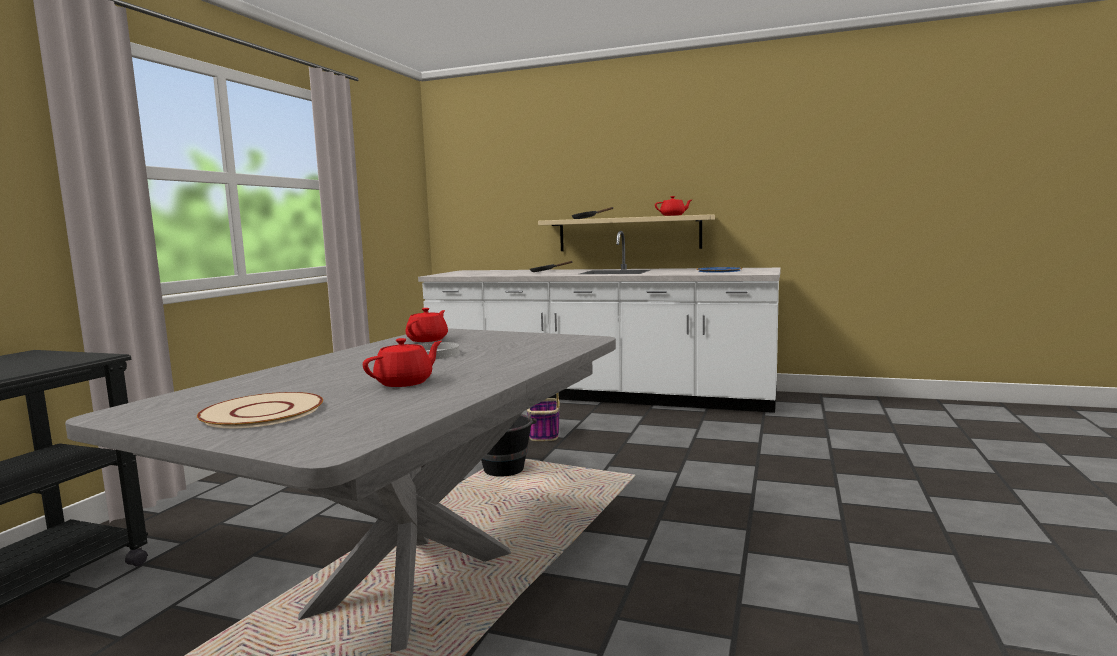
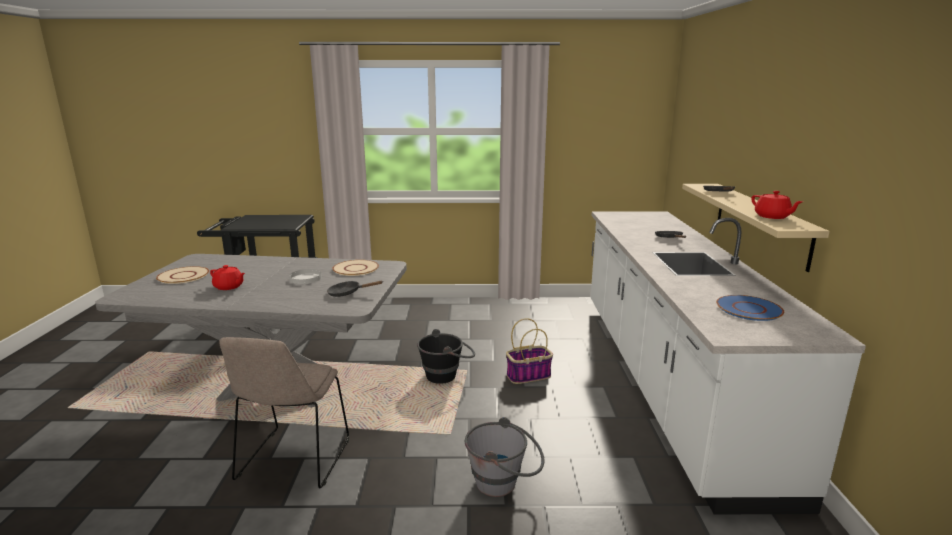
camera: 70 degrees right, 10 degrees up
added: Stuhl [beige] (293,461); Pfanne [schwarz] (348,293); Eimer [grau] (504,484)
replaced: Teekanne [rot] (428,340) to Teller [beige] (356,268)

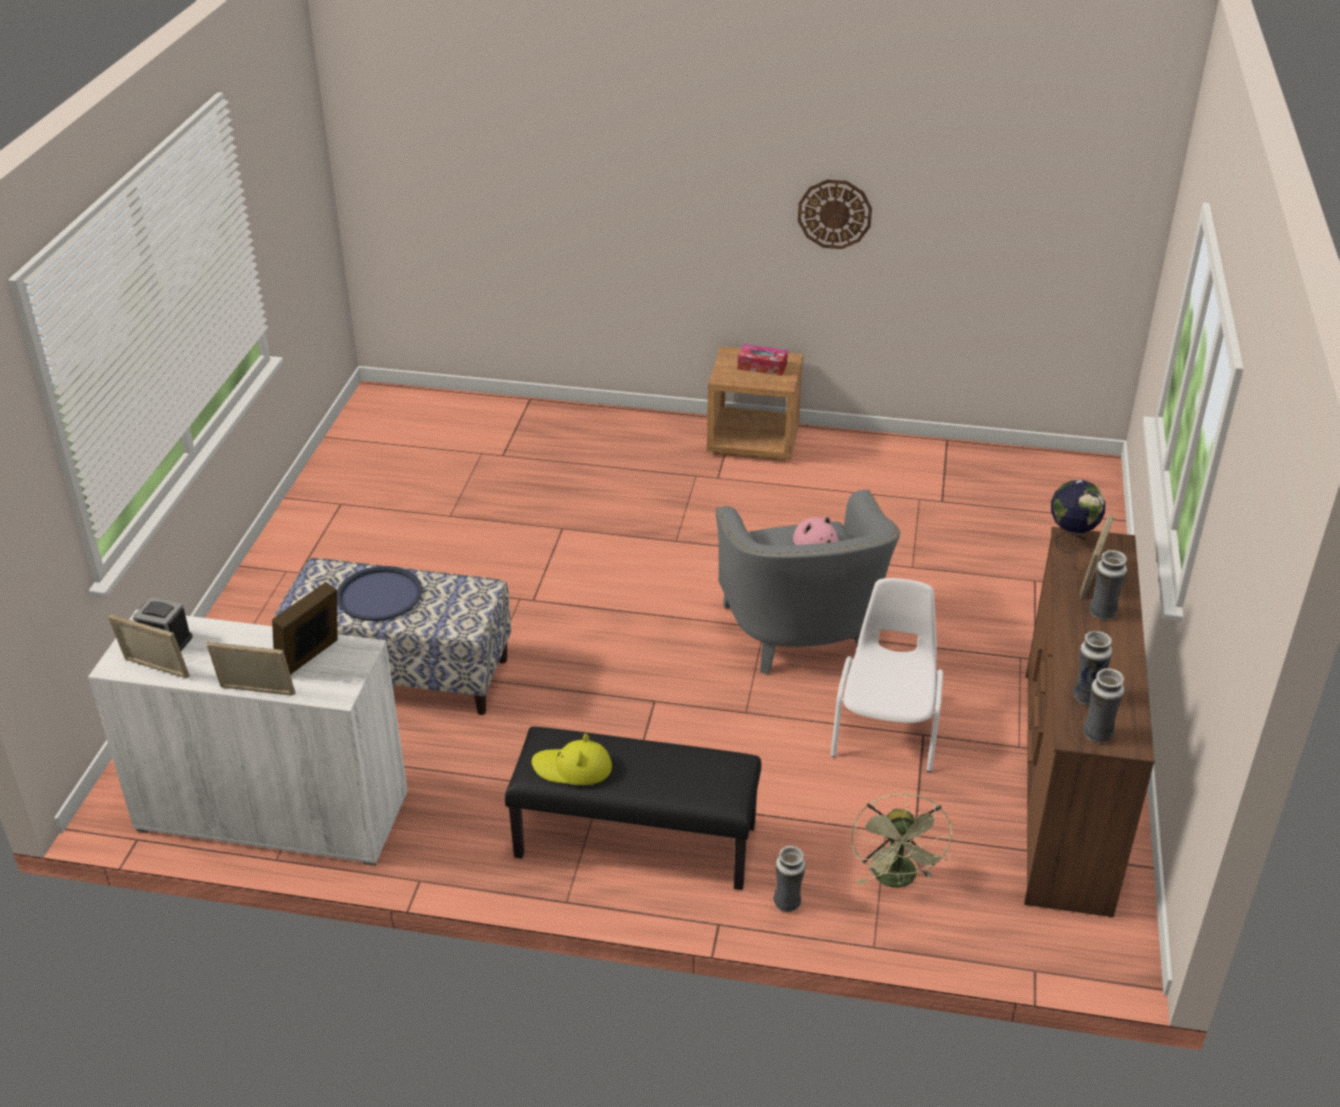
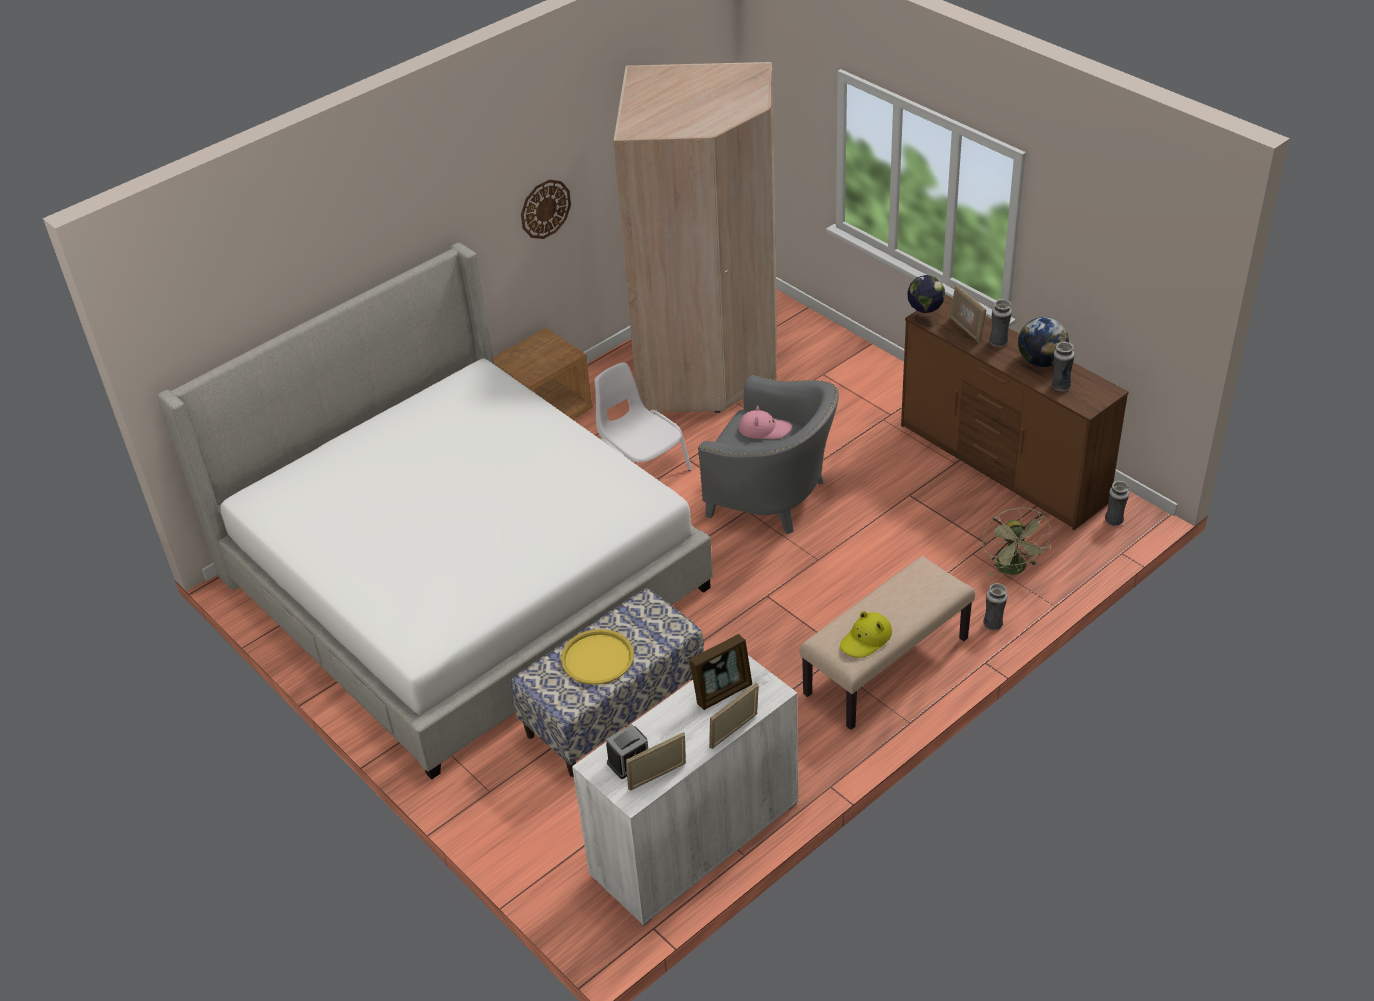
camera: 50 degrees left, 5 degrees up
removed: Taschentuchbox (762,366)
added: Bett (462,582); Kleiderschrank [beige] (706,369); Globus (1041,361)
moved: Stuhl [weiß] (887,728) to (641,467); Vase (1097,735) to (1114,521)
recoloured: Tablett [blau] (379,595) to Tablett [gelb] (597,658); Bank [schwarz] (634,843) to Bank [beige] (886,667)
turned: Bilderrahmen (310,658) = (722,692) 105 degrees counterclockwise; Ventilator [grün] (897,880) = (1014,569) 45 degrees clockwise

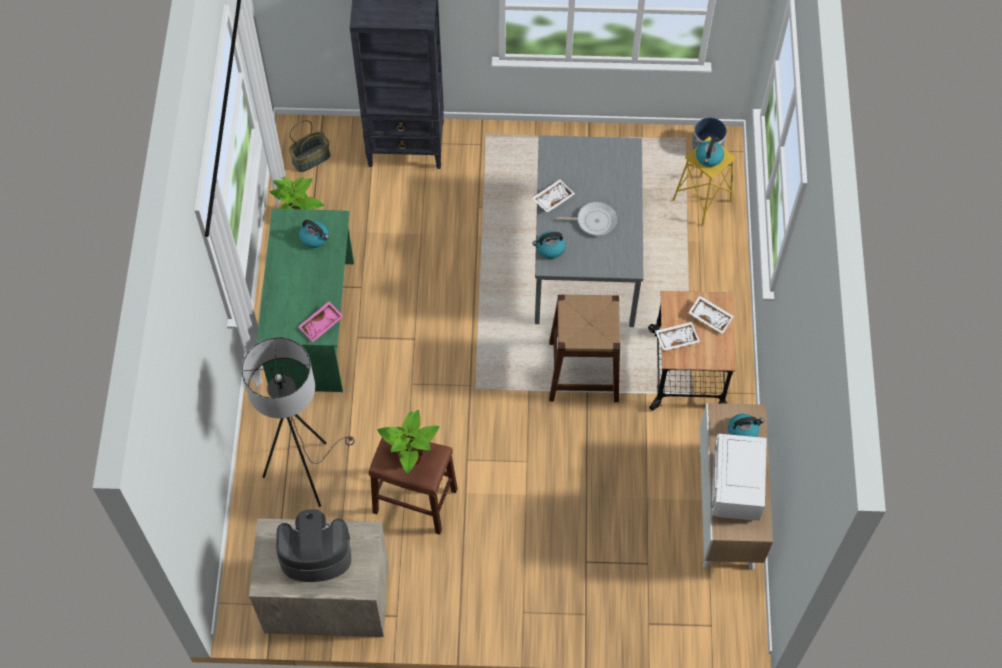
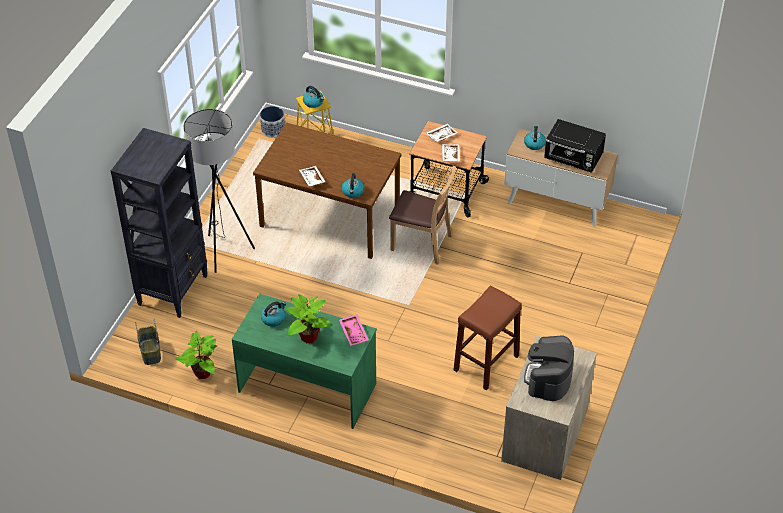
camera: 70 degrees left, 15 degrees down
removed: Pfanne (593,220)
moved: Stehlampe [grau] (305,470) to (223,250); Topfpflanze (411,456) to (308,337)
replaced: Hocker [braun] (583,371) to Stuhl [braun] (422,244)
recoloured: Esstisch [grau] (583,257) to Esstisch [braun] (329,218); Mikrowelle [weiß] (734,488) to Mikrowelle [schwarz] (573,159)

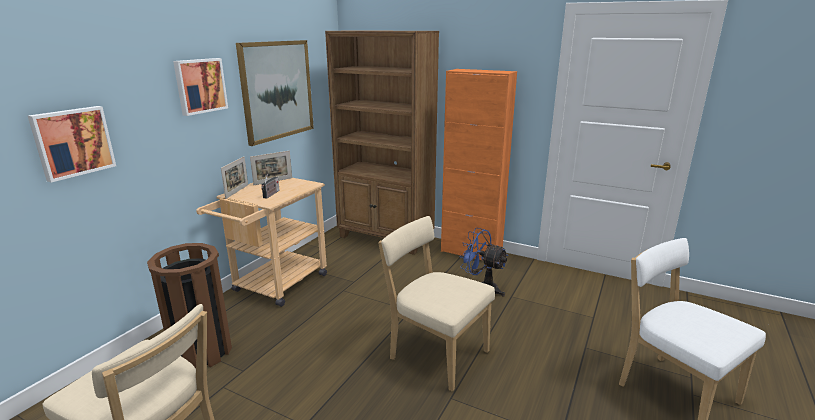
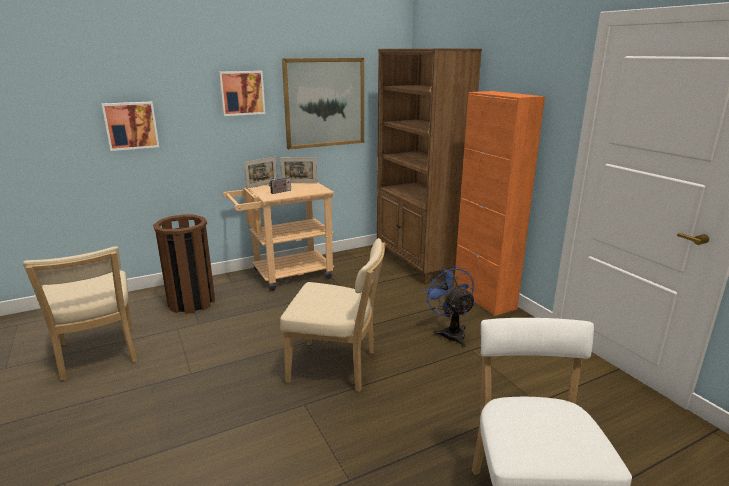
camera: 35 degrees right, 0 degrees up
turned: Stuhl [beige] (435,353) = (336,367) 120 degrees clockwise

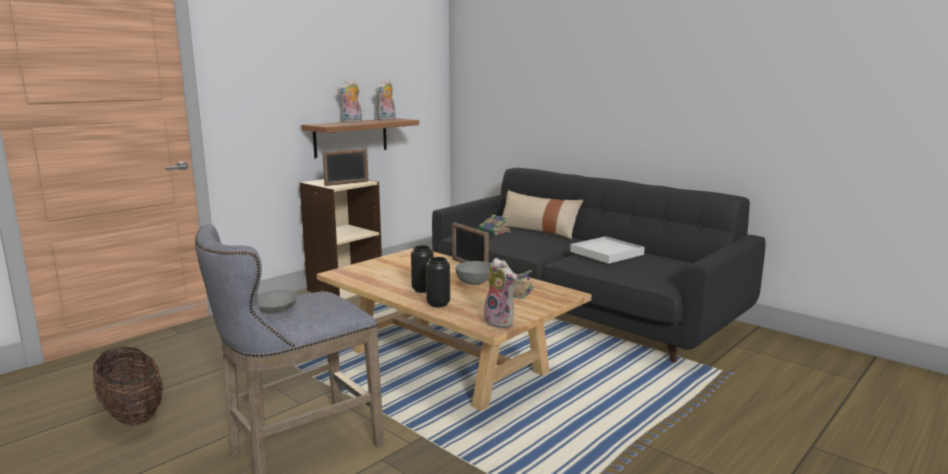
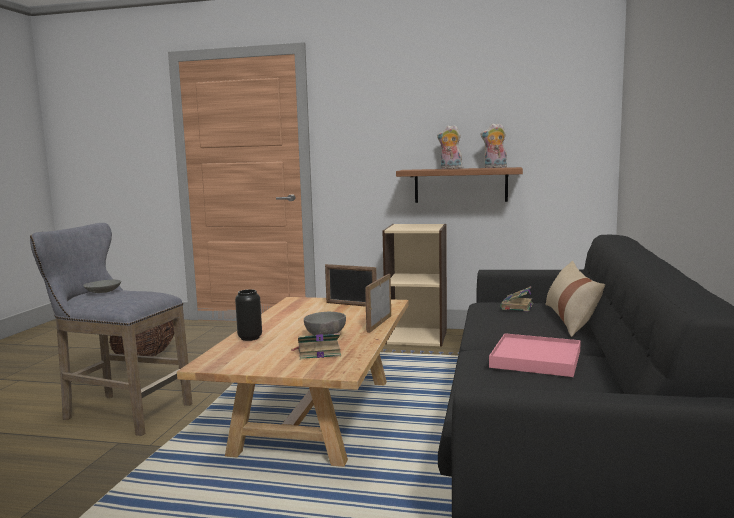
camera: 60 degrees right, 5 degrees down
removed: Vase [schwarz] (422,290); Plüschtier (501,322)
moved: Bilderrahmen (347,183) to (351,305)
recoloured: Tablett [weiß] (607,253) to Tablett [rosa] (536,359)

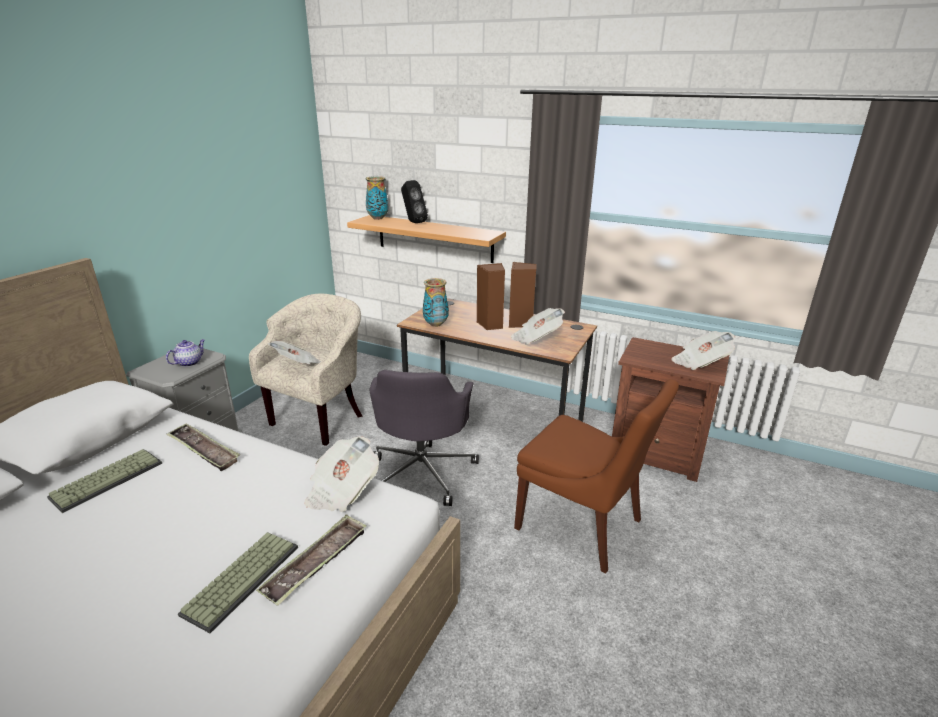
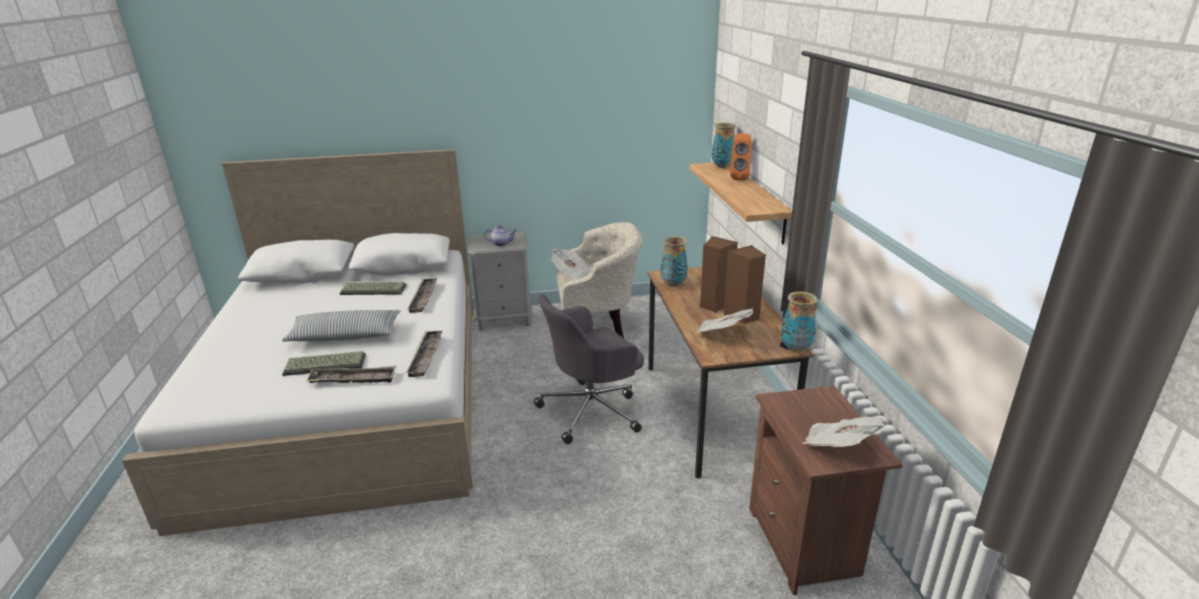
camera: 55 degrees right, 0 degrees up
removed: Stuhl [braun] (582,526)
added: Kissen (345,335); Vase (795,348)
replaced: Zeitung (341,490) to Tablett (426,356)
recoloured: Lautsprecher [schwarz] (413,222) to Lautsprecher [orange] (739,178)

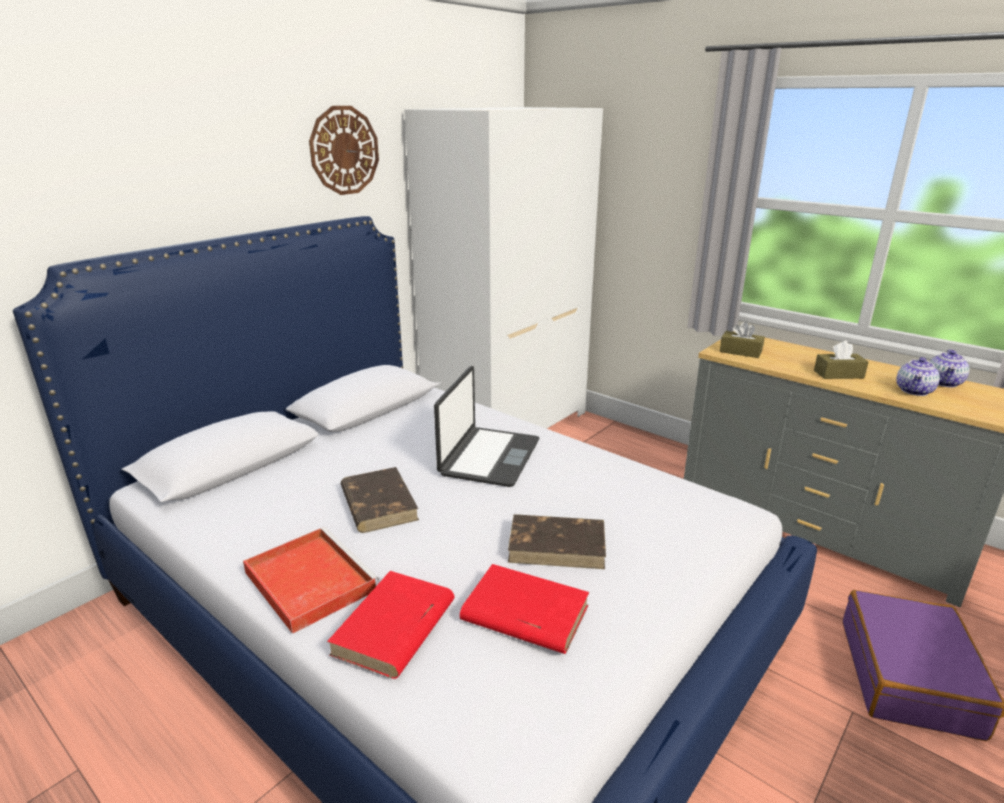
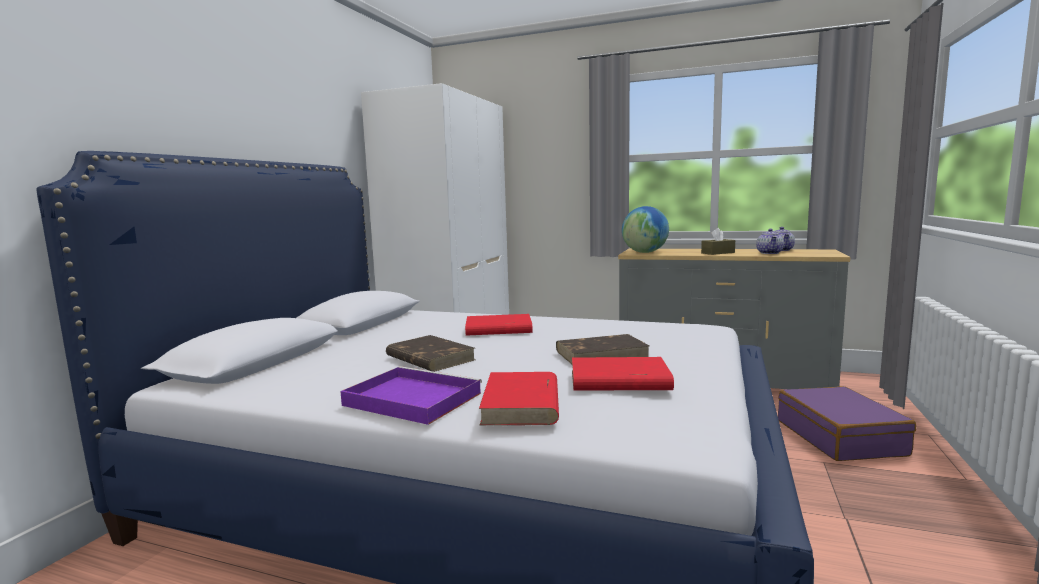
camera: 20 degrees left, 15 degrees down
removed: Wanduhr (344,150)
replaced: Laptop (488,457) to Buch [rot] (498,329); Taschentuchbox [braun] (740,352) to Globus (645,252)
recoloured: Tablett [rot] (308,580) to Tablett [lila] (410,399)

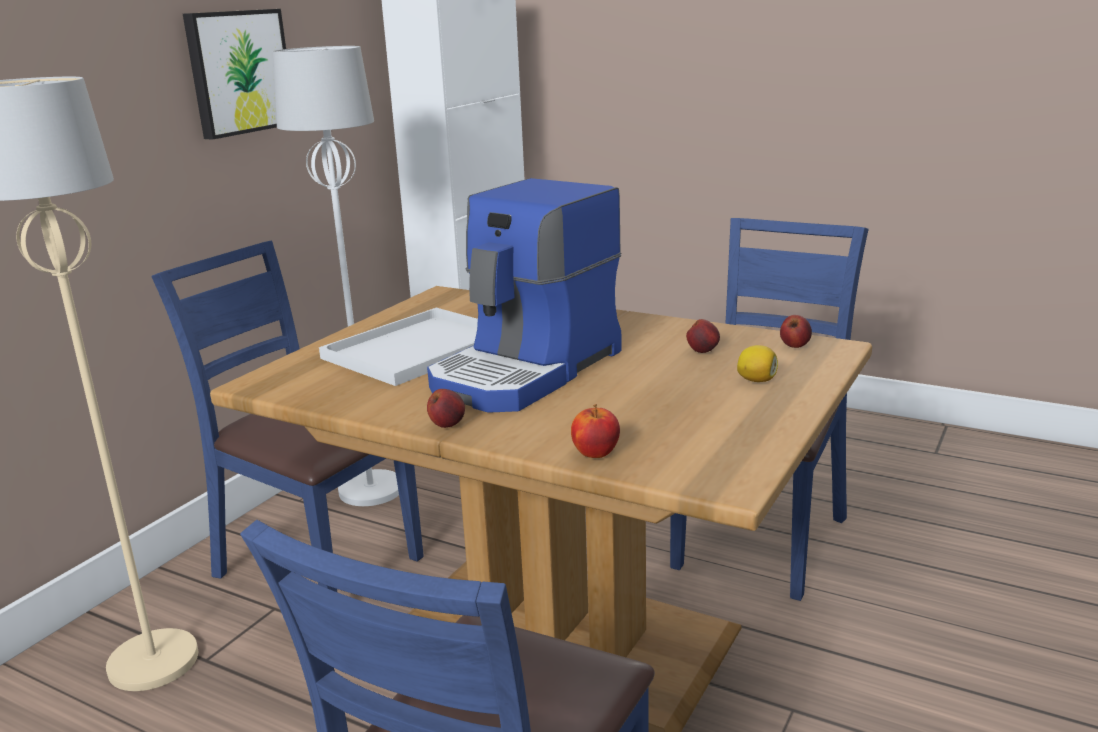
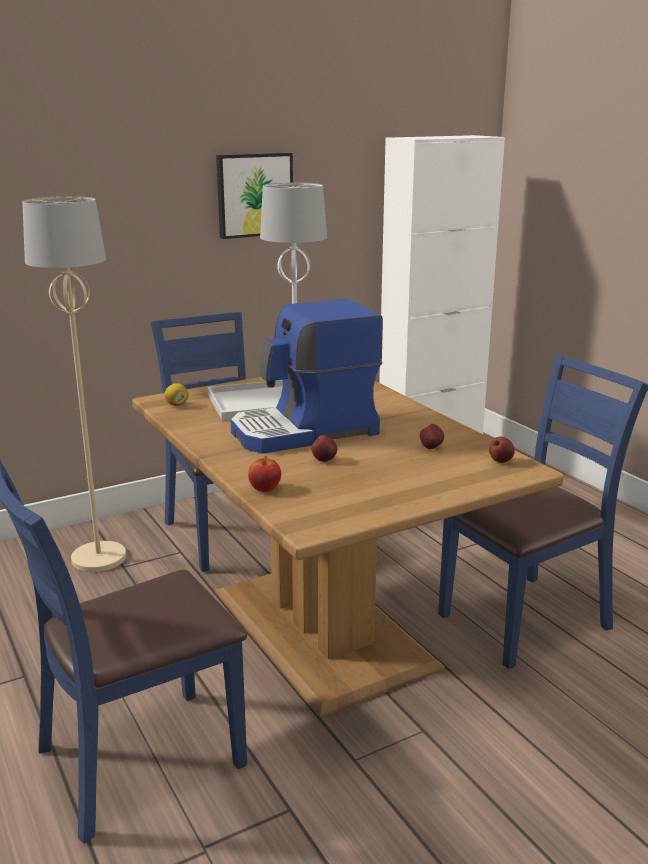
camera: 30 degrees right, 0 degrees up
moved: Apfel (447,425) to (324,460); Zitrone (757,380) to (176,405)

